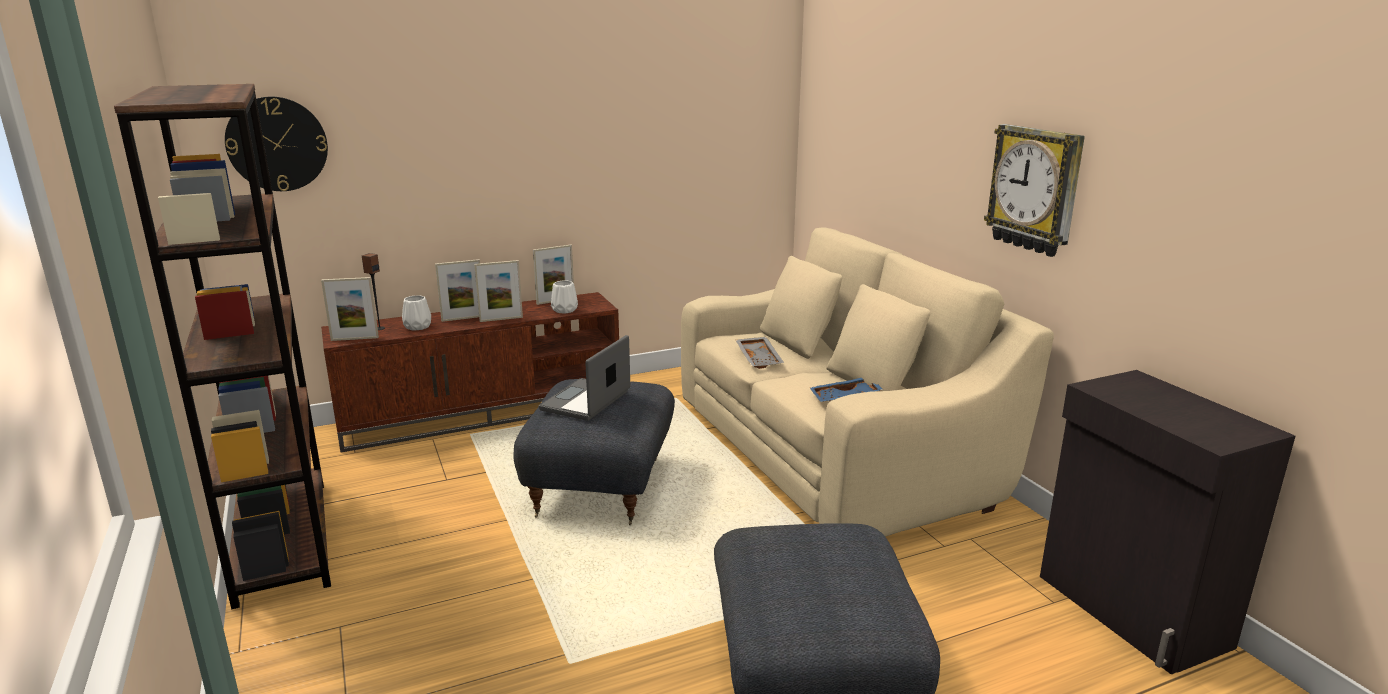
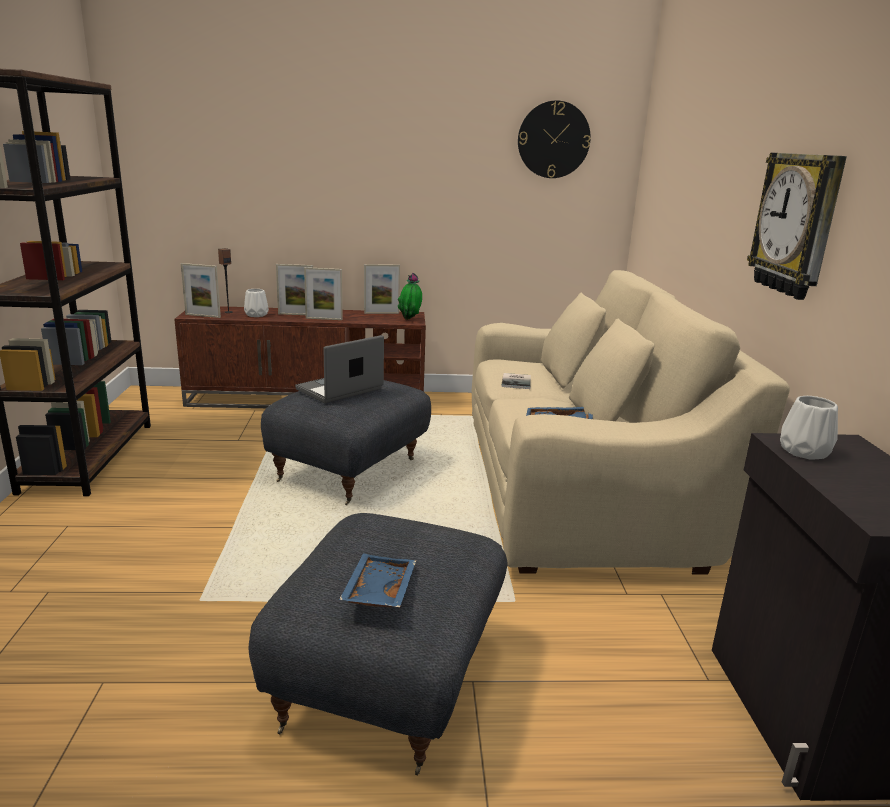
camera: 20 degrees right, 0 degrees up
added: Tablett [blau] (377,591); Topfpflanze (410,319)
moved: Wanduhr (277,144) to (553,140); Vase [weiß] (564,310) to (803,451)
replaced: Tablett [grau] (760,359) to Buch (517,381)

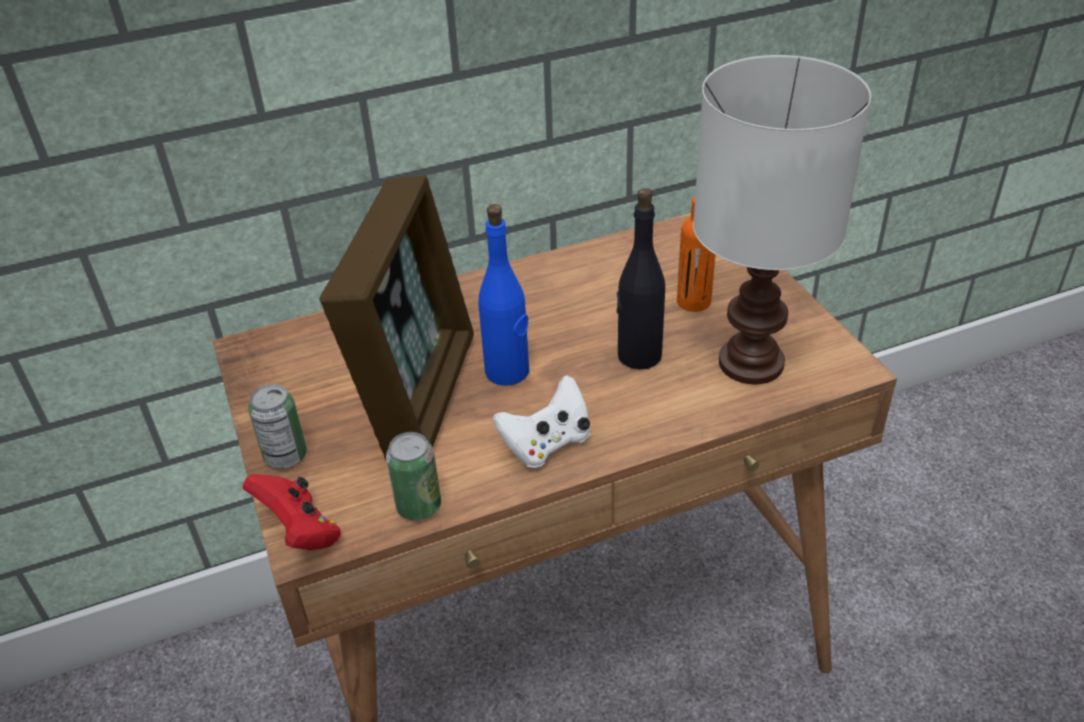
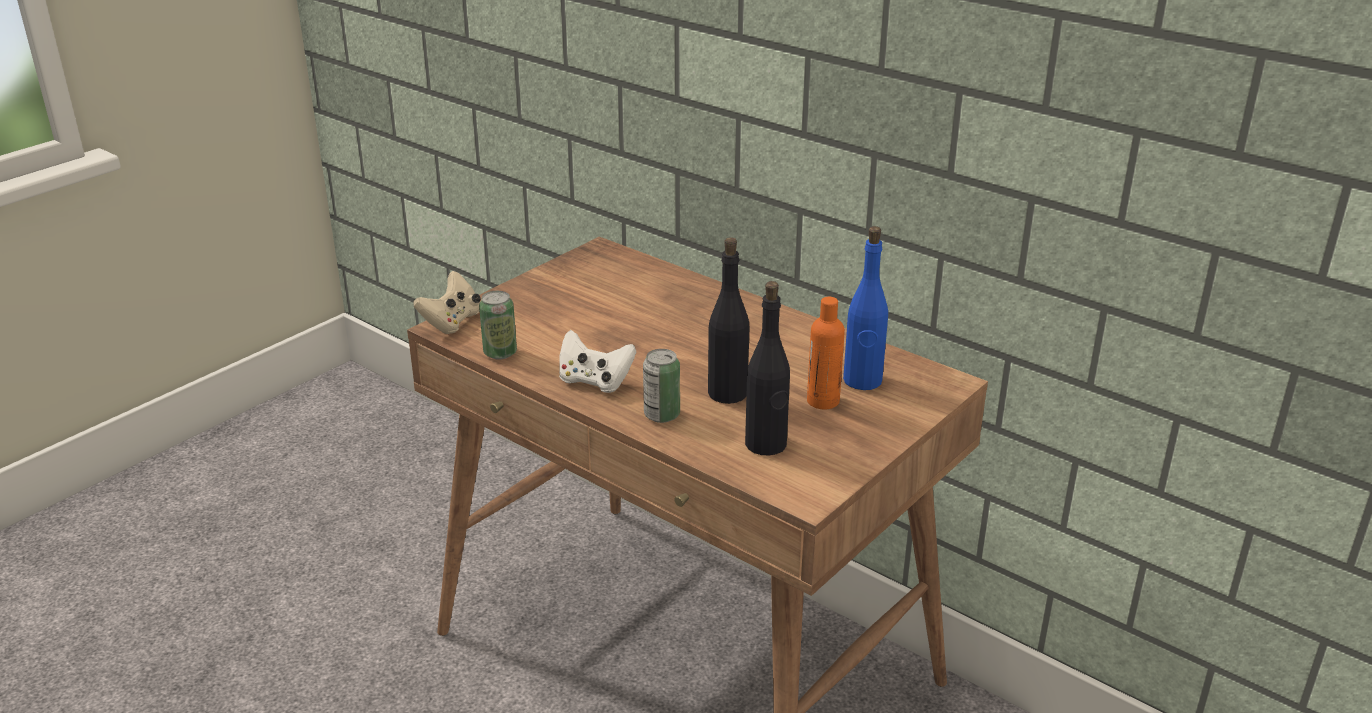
camera: 60 degrees right, 10 degrees down
removed: Bilderrahmen (419,394)
moved: Dose (286,456) to (662,415); Flasche [blau] (508,371) to (862,381)
replaced: Tischlampe [weiß] (748,362) to Flasche [schwarz] (766,444)
recoloured: Gamepad [rot] (300,532) to Gamepad [beige] (452,322)

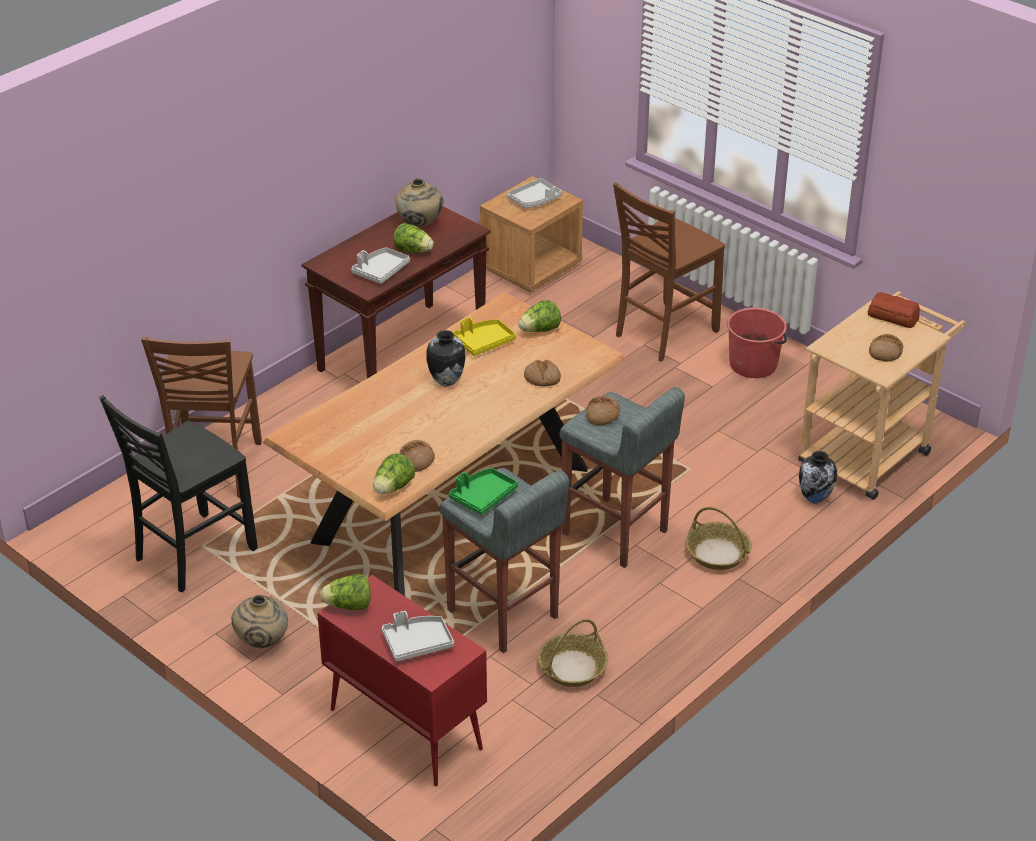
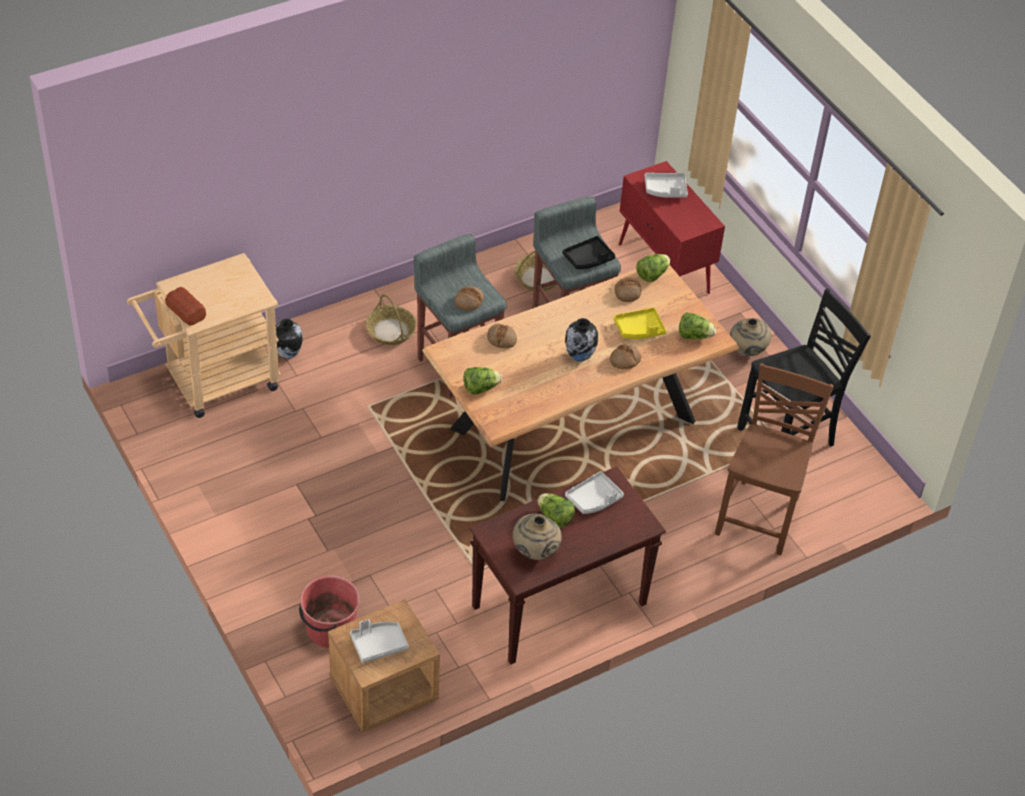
camera: 165 degrees left, 10 degrees up
removed: Stuhl [braun] (663,333)
moved: Salatkopf (349,606) to (694,335); Tablett [gelb] (483,342) to (639,329); Eimer [rot] (753,364) to (329,629); Brot (885,352) to (625,360)
recoloured: Tablett [grün] (483,497) to Tablett [schwarz] (588,259)

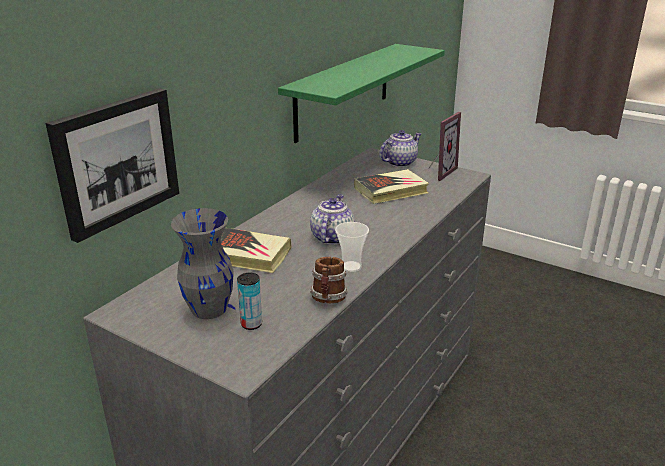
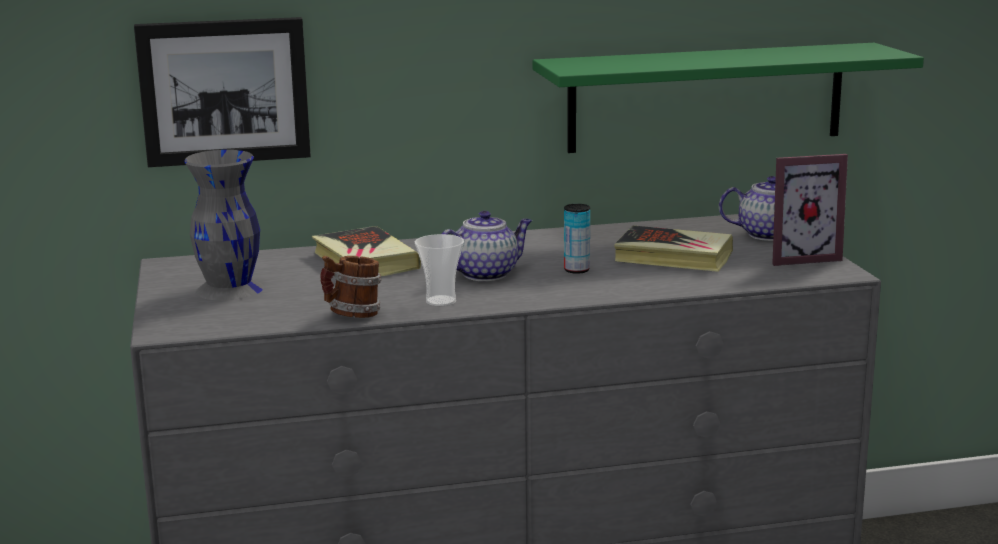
camera: 45 degrees right, 10 degrees down
moved: Dose (251,324) to (576,270)

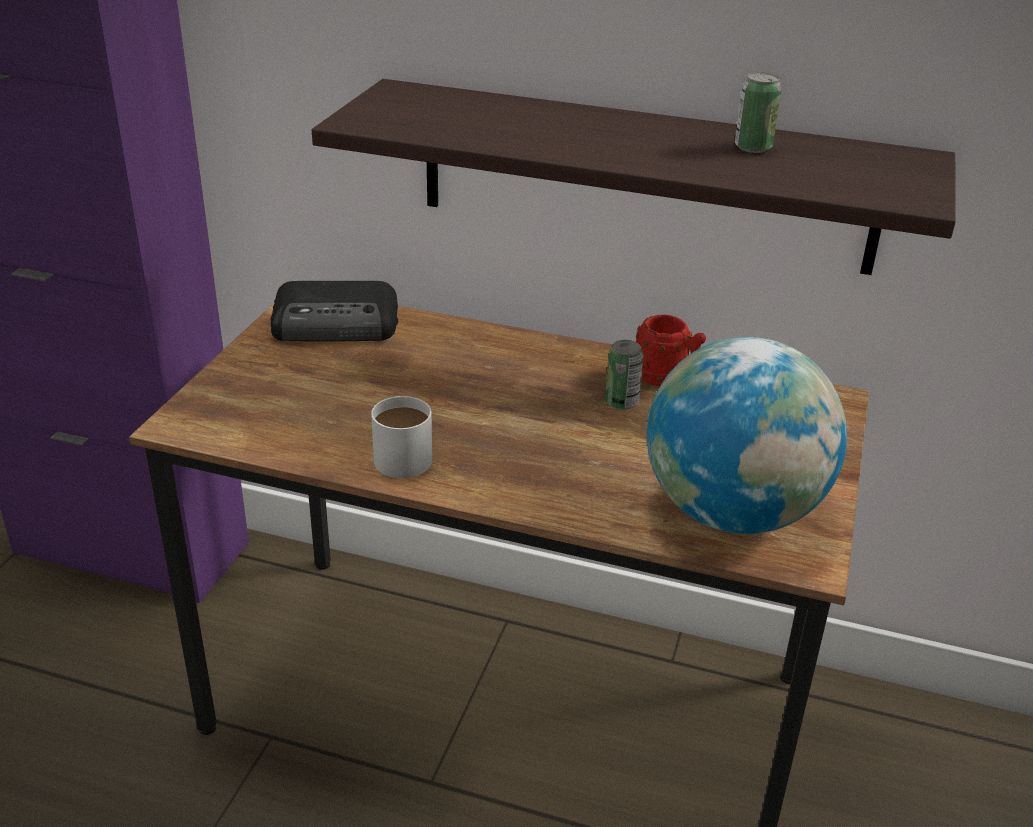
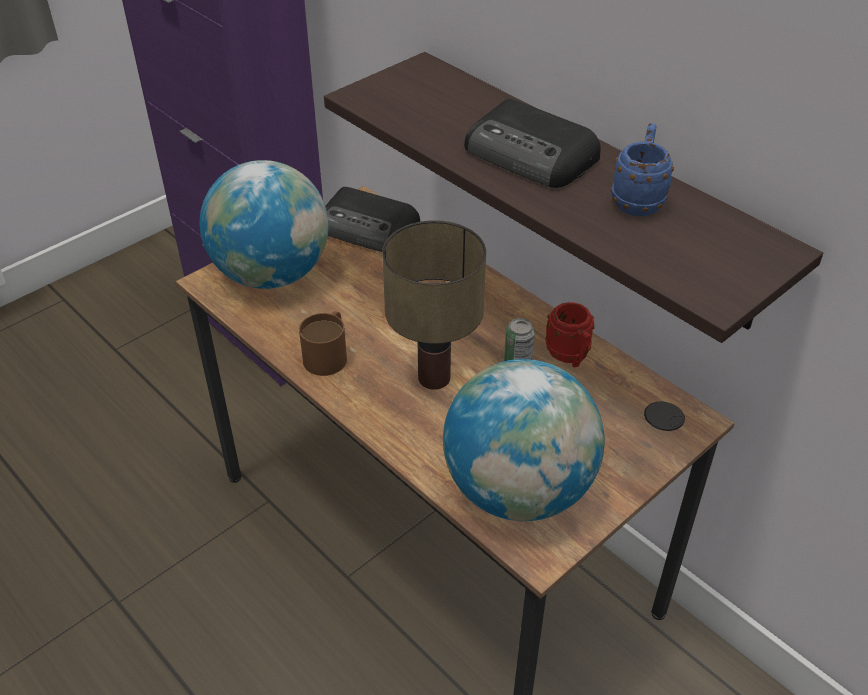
camera: 30 degrees right, 10 degrees up
added: Globus (272,274); Tischlampe (432,378); Radio (531,155)
replaced: Dose (753,148) to Henkelbecher [blau] (638,200)
recoloured: Henkelbecher [weiß] (402,453) to Henkelbecher [braun] (329,354)

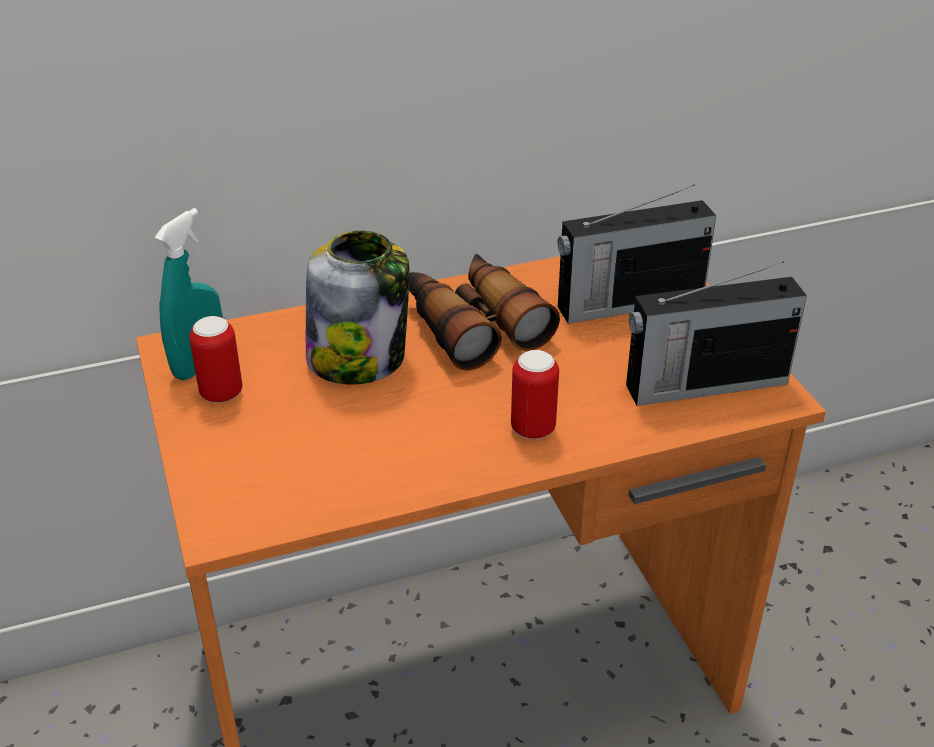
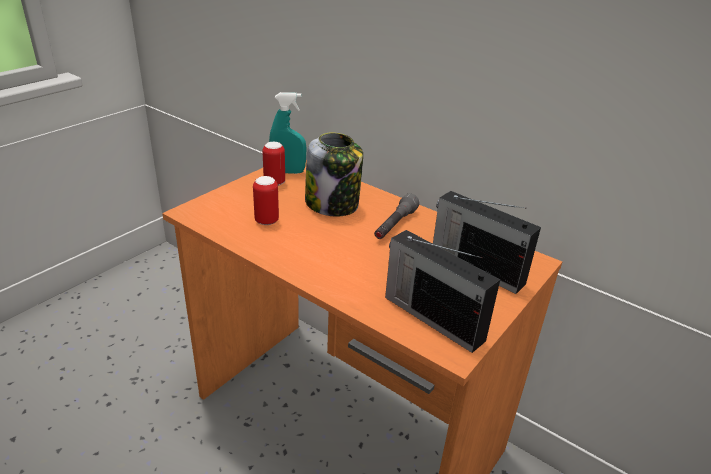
camera: 55 degrees right, 5 degrees down
moved: Dose (533,429) to (266,221)
replaced: Fernglas (473,324) to Taschenlampe [grau] (395,225)

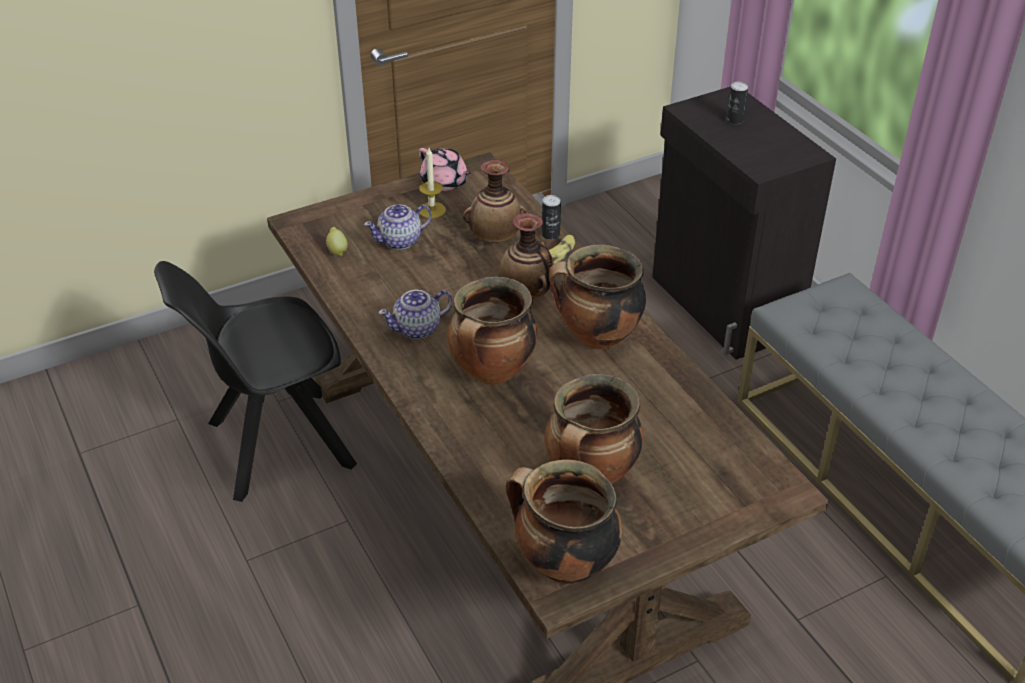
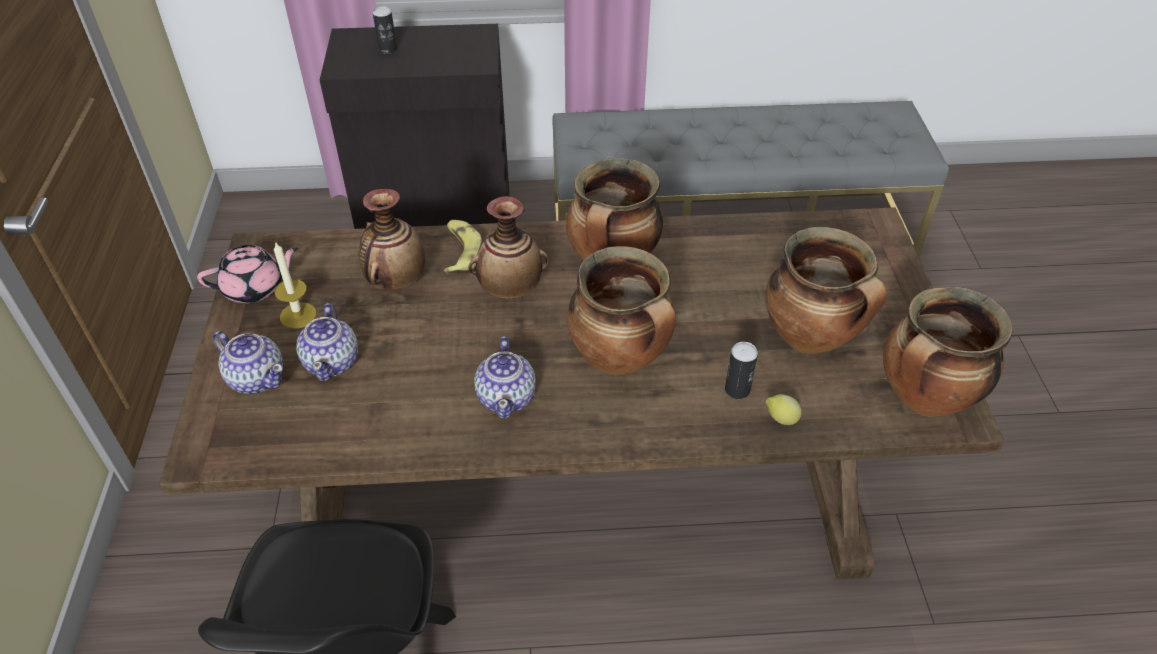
camera: 65 degrees left, 5 degrees up
added: Teekanne (257,378)
moved: Zitrone (337,251) to (780,419); Dose (550,234) to (737,390)

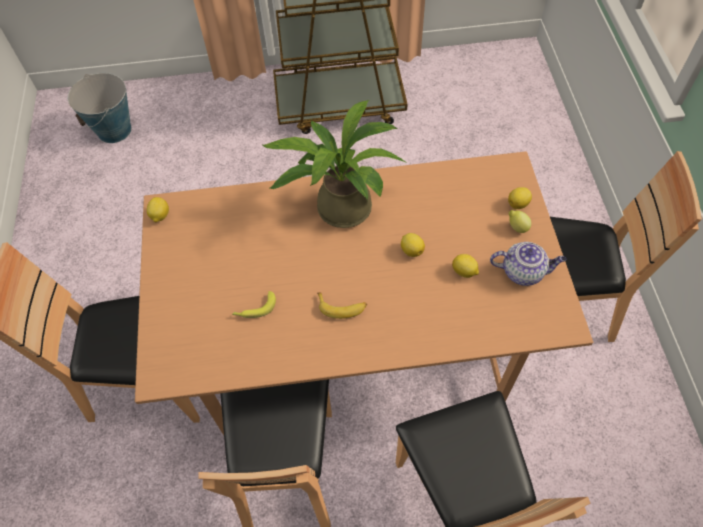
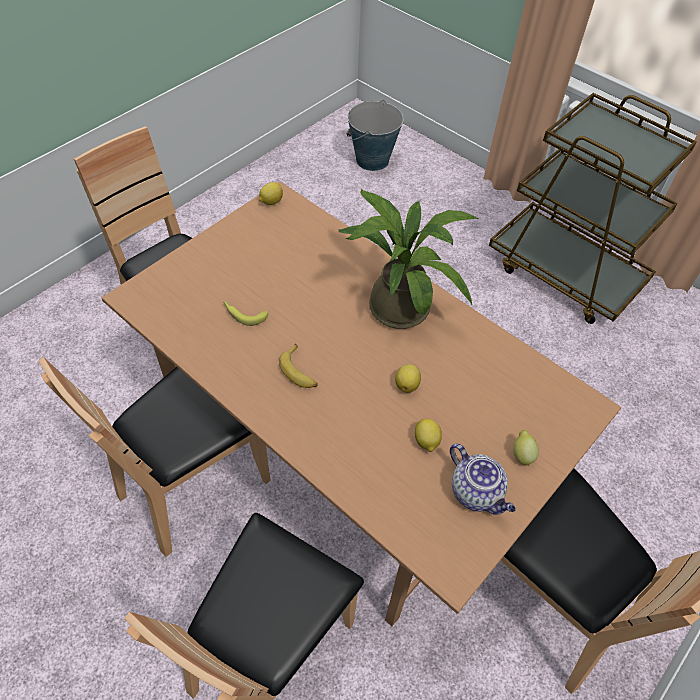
camera: 45 degrees right, 5 degrees down
removed: Zitrone (518,204)

